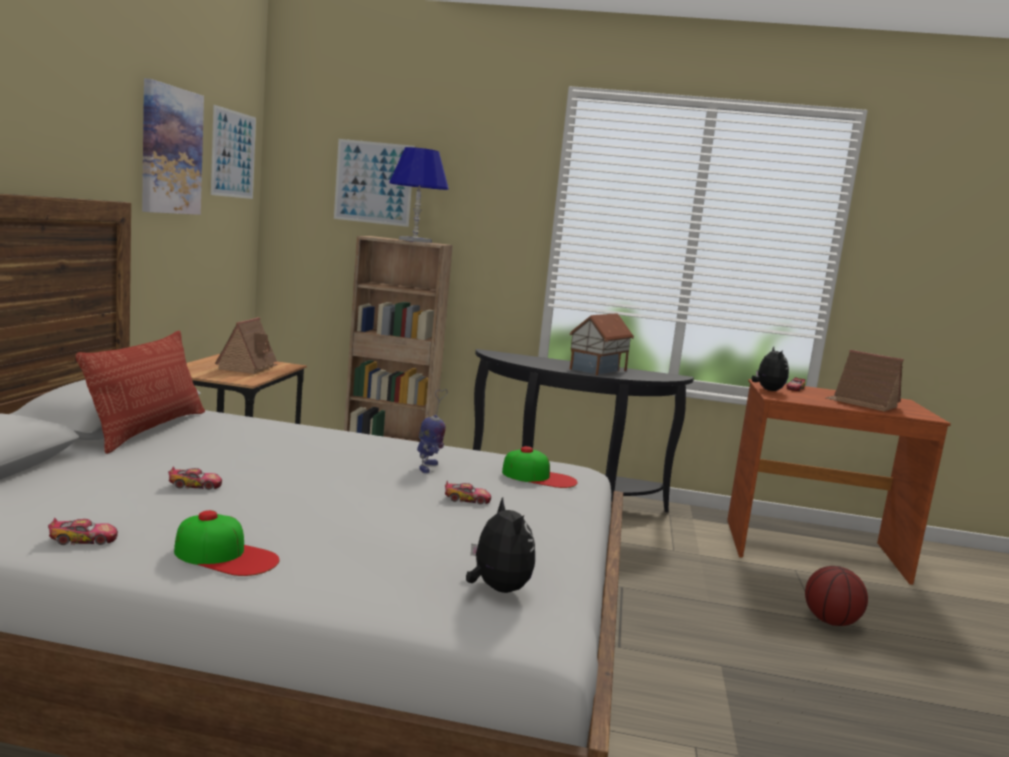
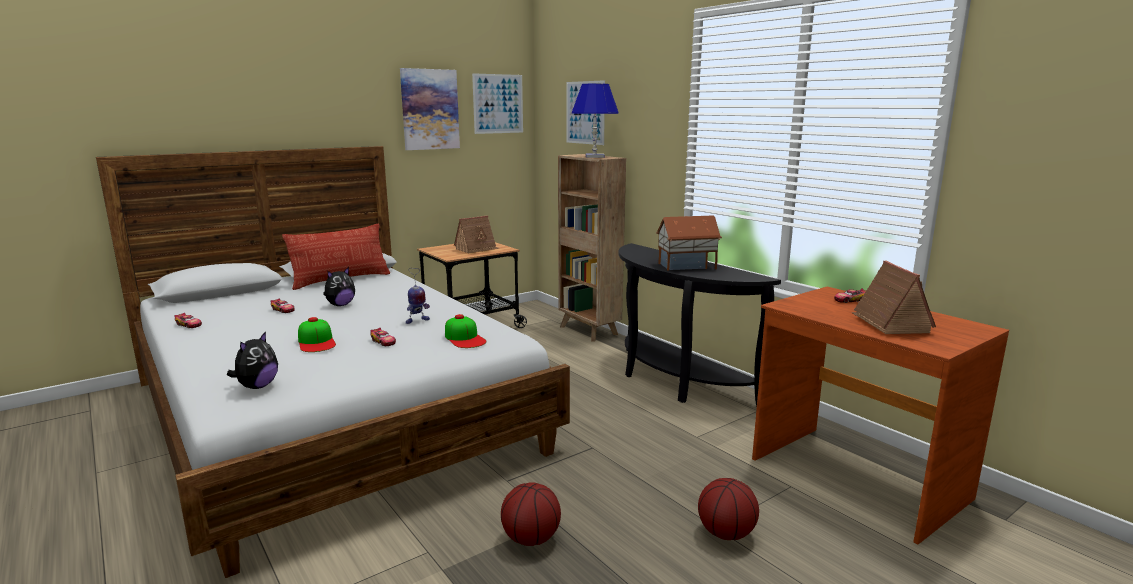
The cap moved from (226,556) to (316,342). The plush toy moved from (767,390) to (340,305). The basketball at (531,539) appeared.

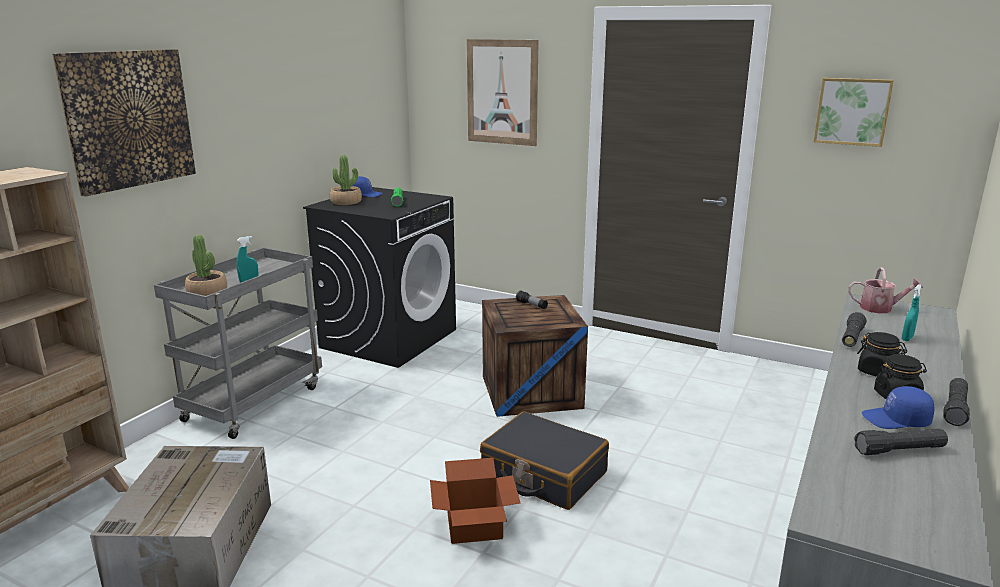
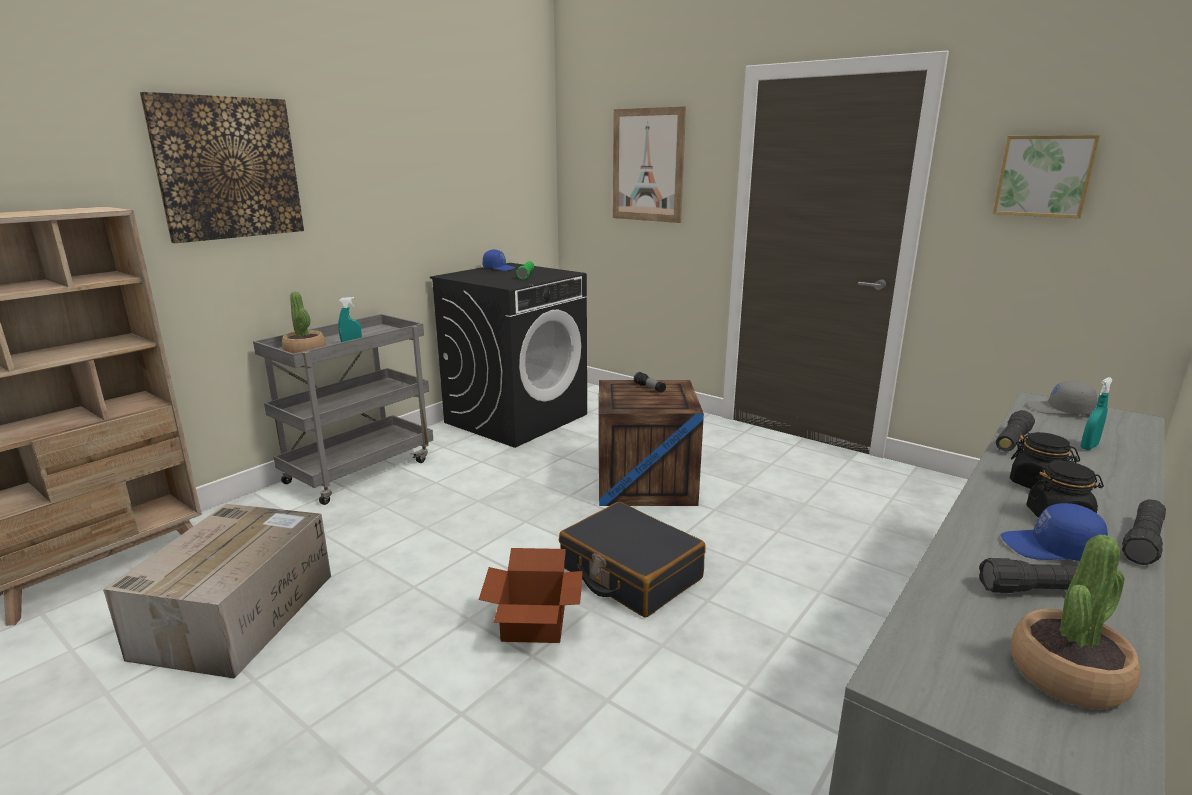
The potted plant moved from (346,202) to (1067,676). The watering can at (880,308) was replaced by the cap in grey at (1059,410).

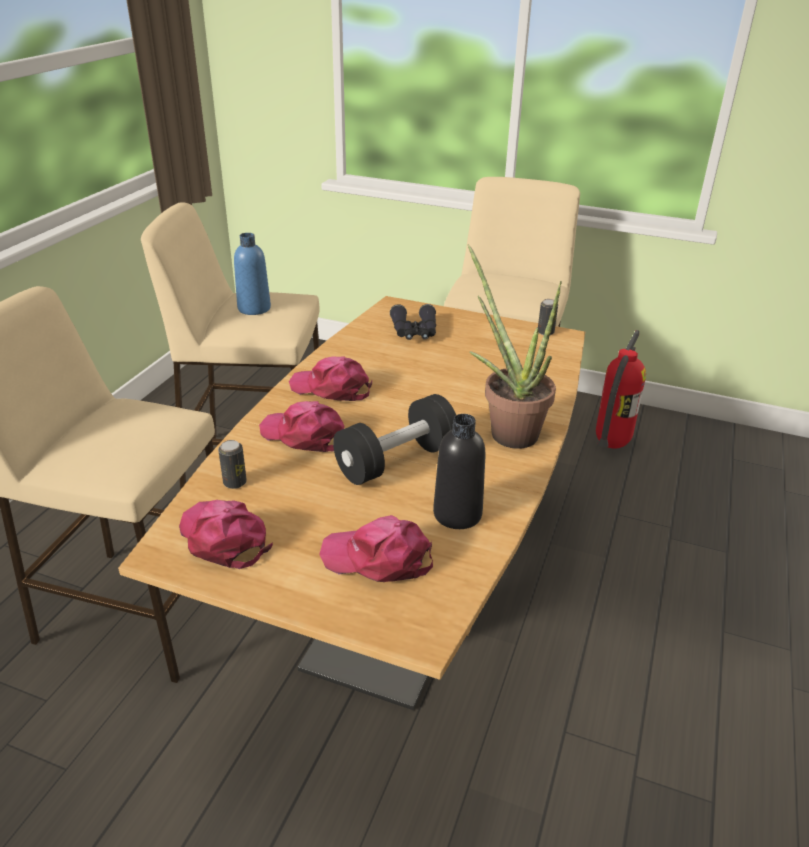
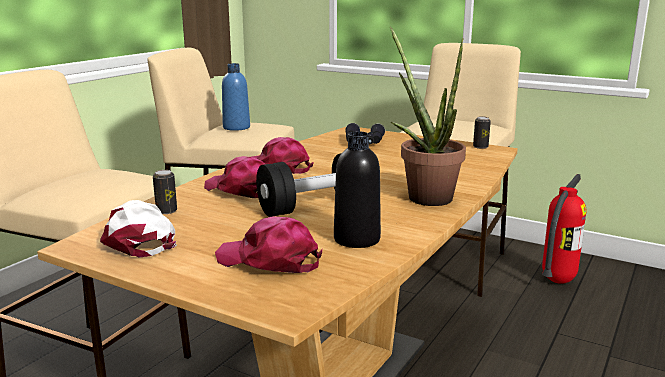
The cap in pink at (224,538) became the cap in white at (138,240).

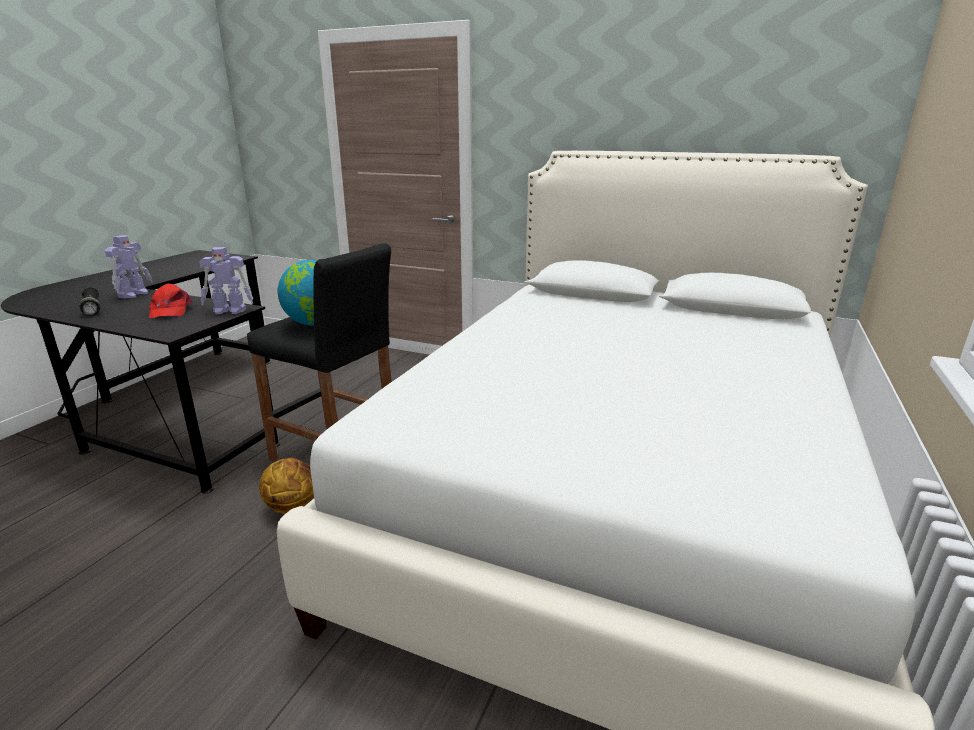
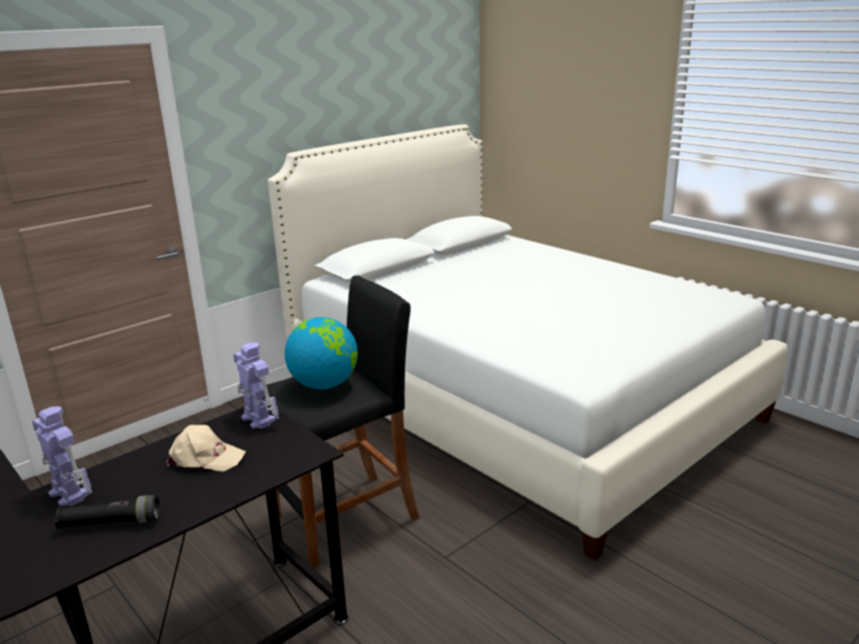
The cap in red at (170,310) became the cap in beige at (205,458). The toy robot at (230,311) turned 60 degrees counterclockwise. The basketball at (292,506) disappeared.

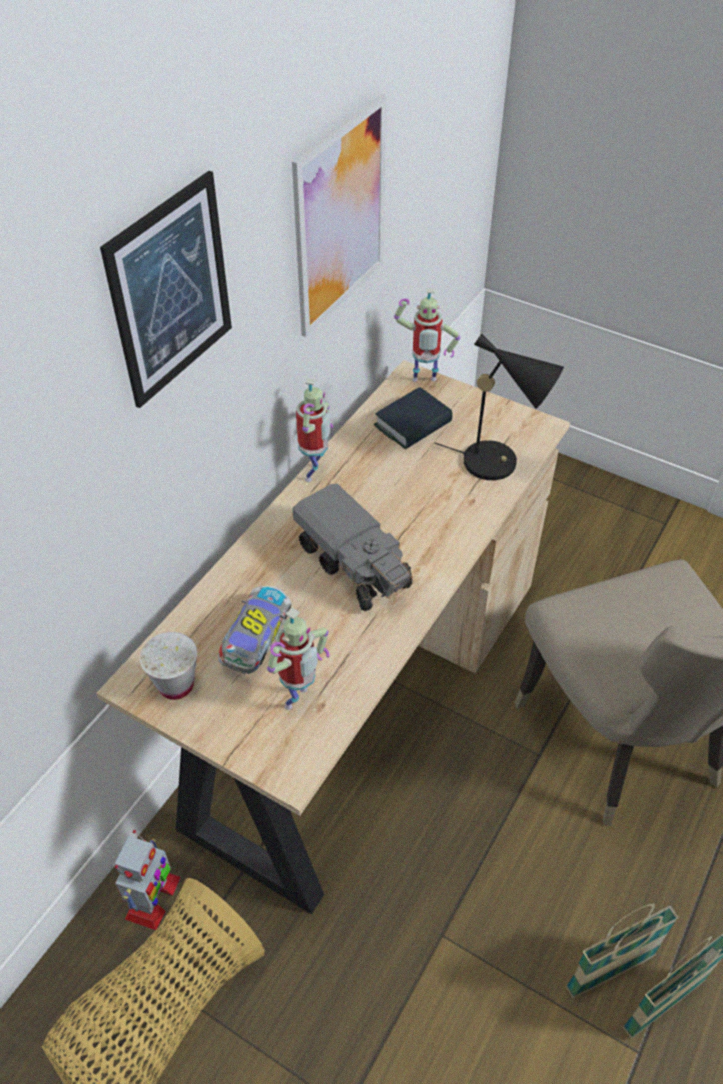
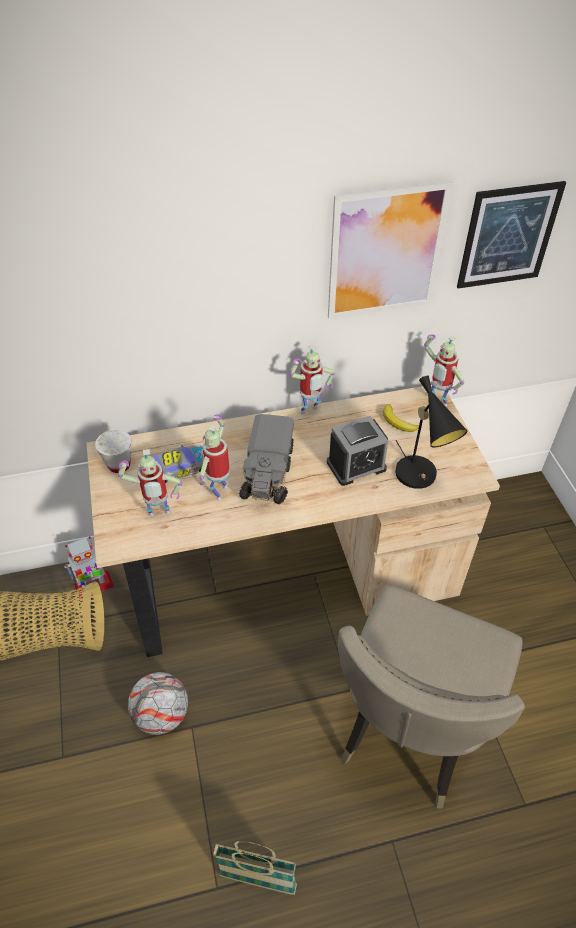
The picture moved from (171,291) to (508,236). The book at (413,424) was replaced by the banana at (398,422). The basket at (609,972) disappeared. The football at (161,714) appeared. The toy robot at (219,491) appeared. The alarm clock at (356,465) appeared.

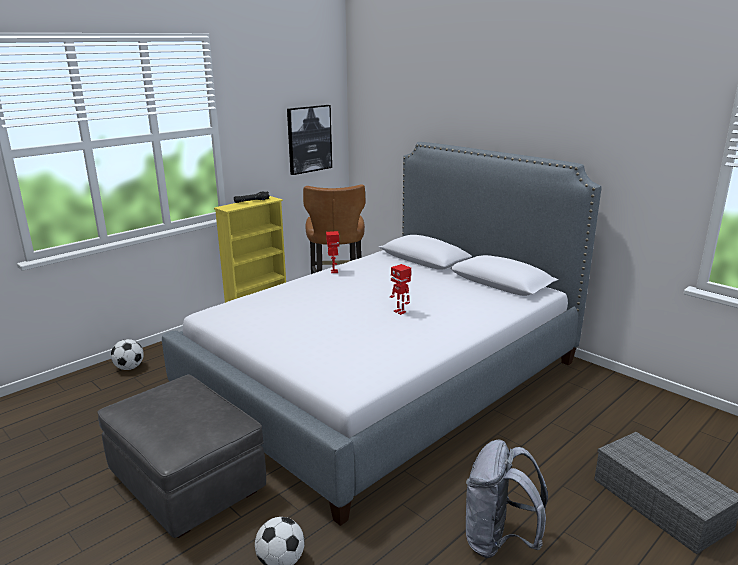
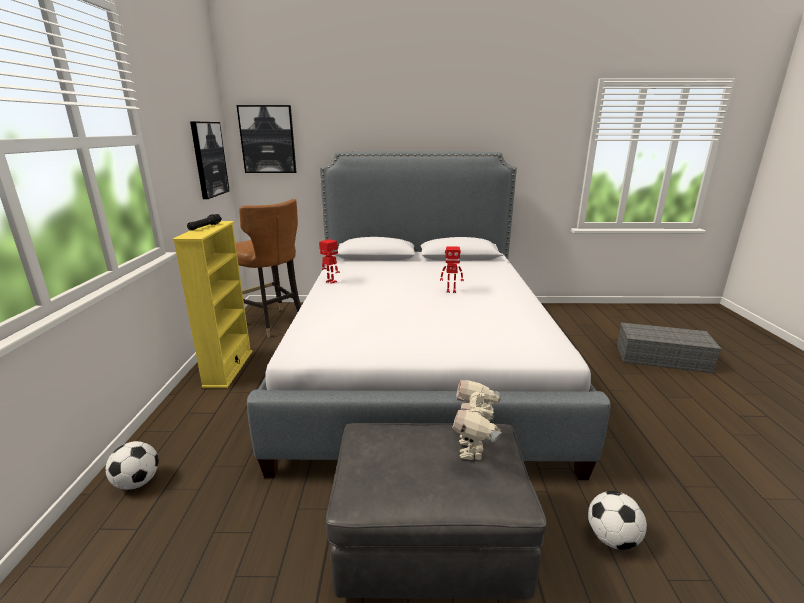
The backpack in grey at (499,541) disappeared. The picture at (268,139) appeared. The toy robot at (473,449) appeared.

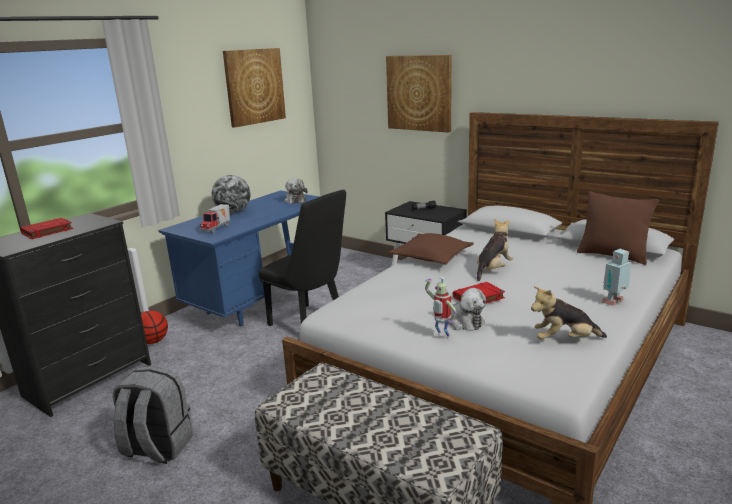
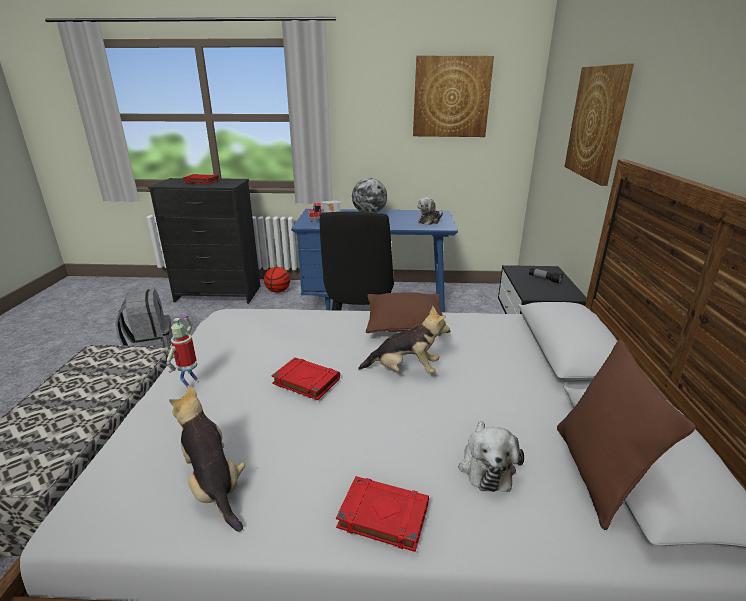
The plush toy moved from (461,322) to (486,465). The toy robot at (614,302) was replaced by the book in red at (382,516).

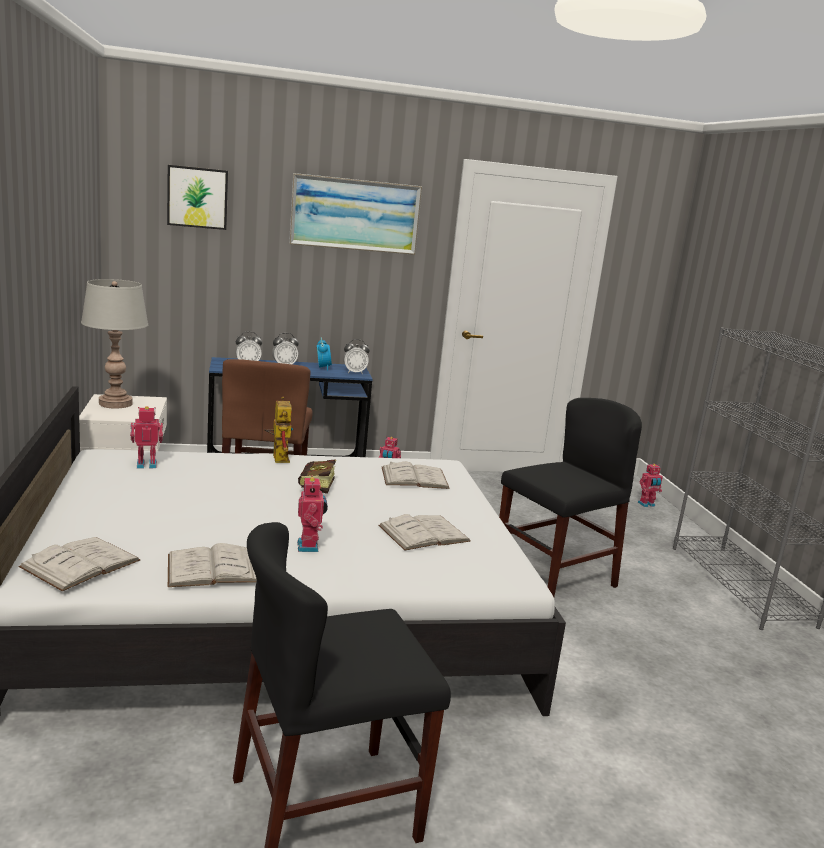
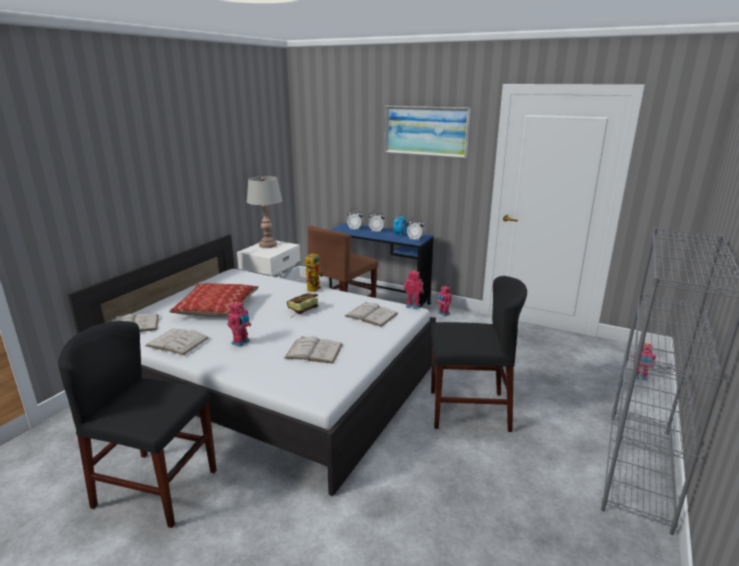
The toy robot moved from (146,464) to (413,306). The picture at (197,197) disappeared. The pillow at (217,308) appeared.

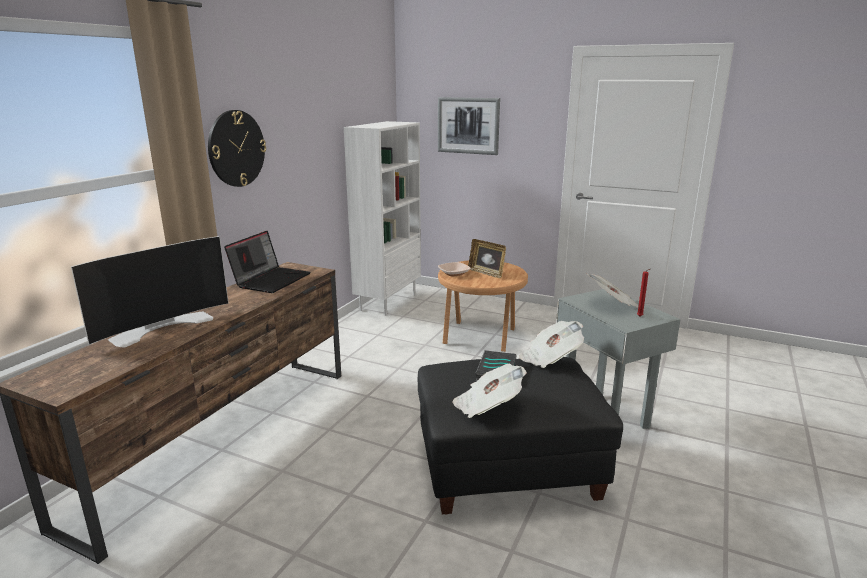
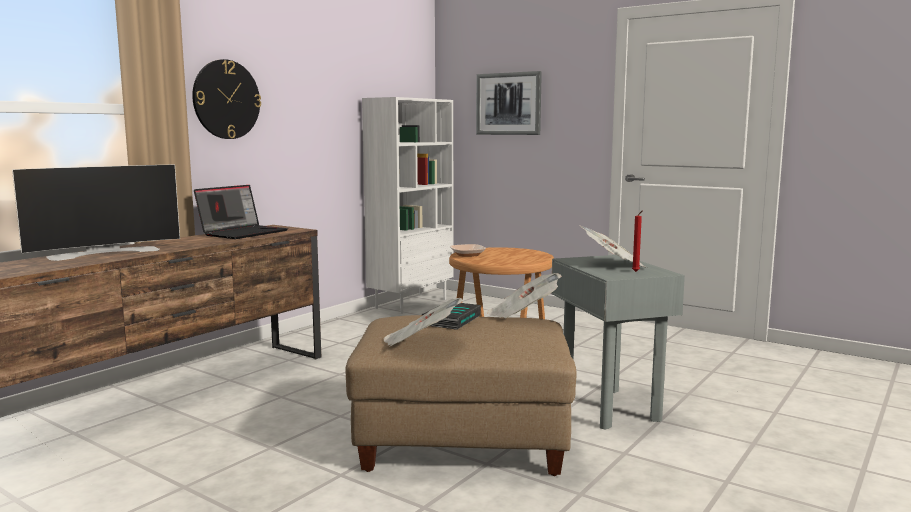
The ottoman in black at (508,468) became the ottoman in beige at (464,441). The picture frame at (486,273) disappeared.

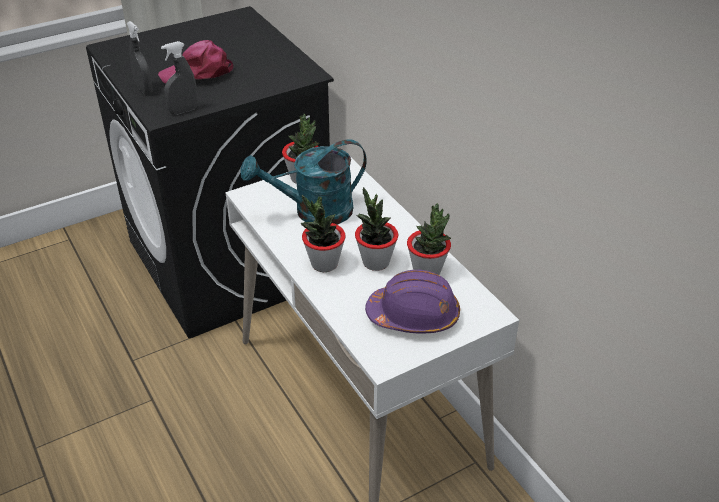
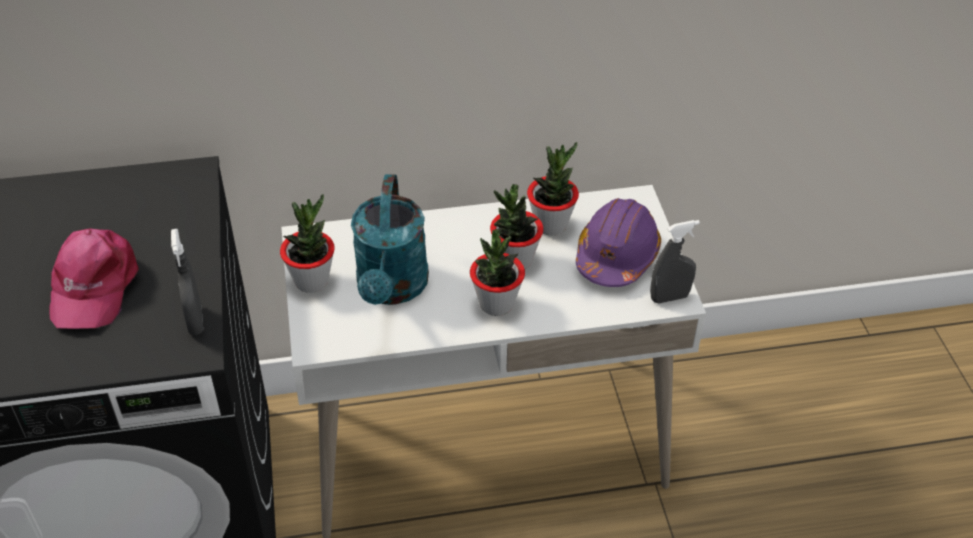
The spray bottle in grey moved from (144,90) to (669,297).

